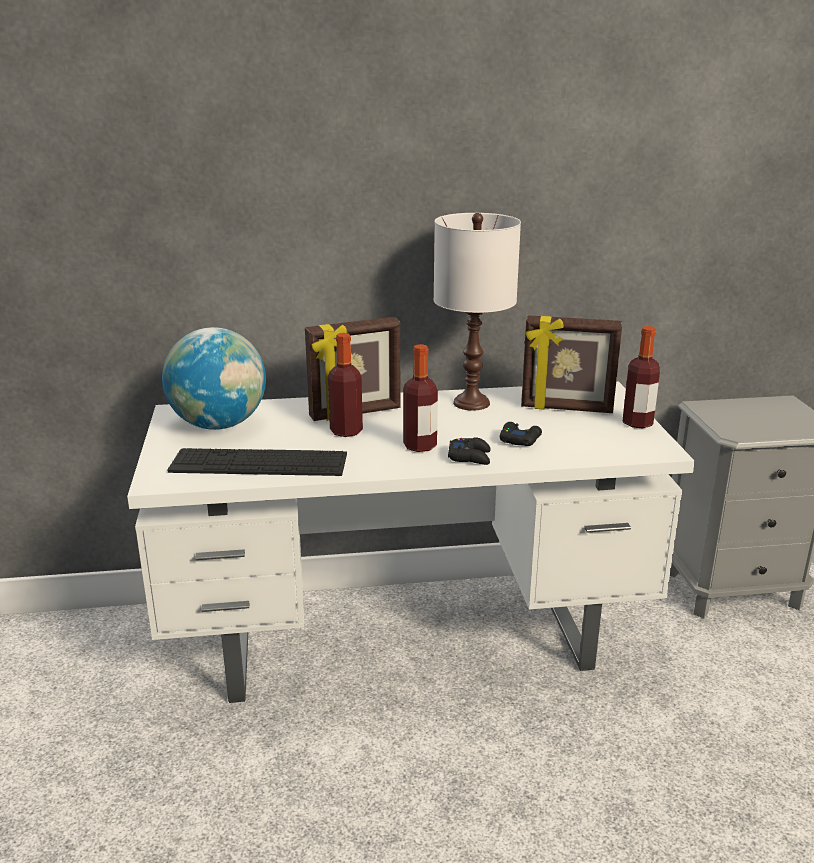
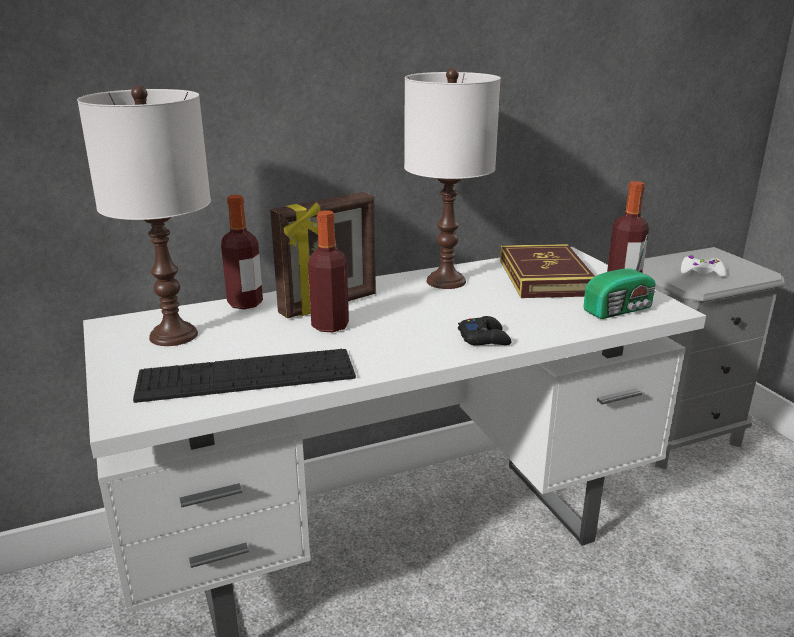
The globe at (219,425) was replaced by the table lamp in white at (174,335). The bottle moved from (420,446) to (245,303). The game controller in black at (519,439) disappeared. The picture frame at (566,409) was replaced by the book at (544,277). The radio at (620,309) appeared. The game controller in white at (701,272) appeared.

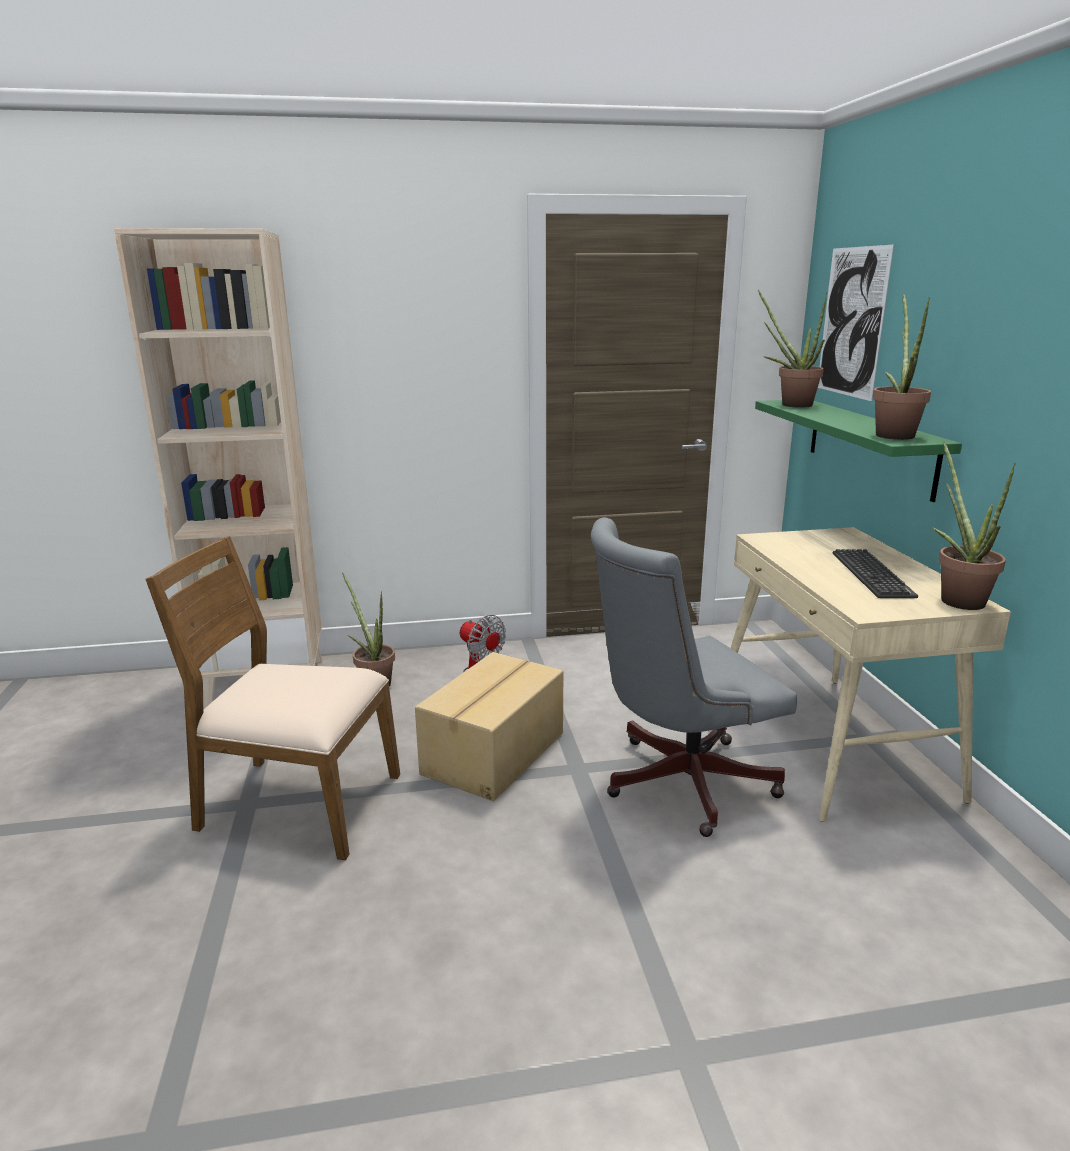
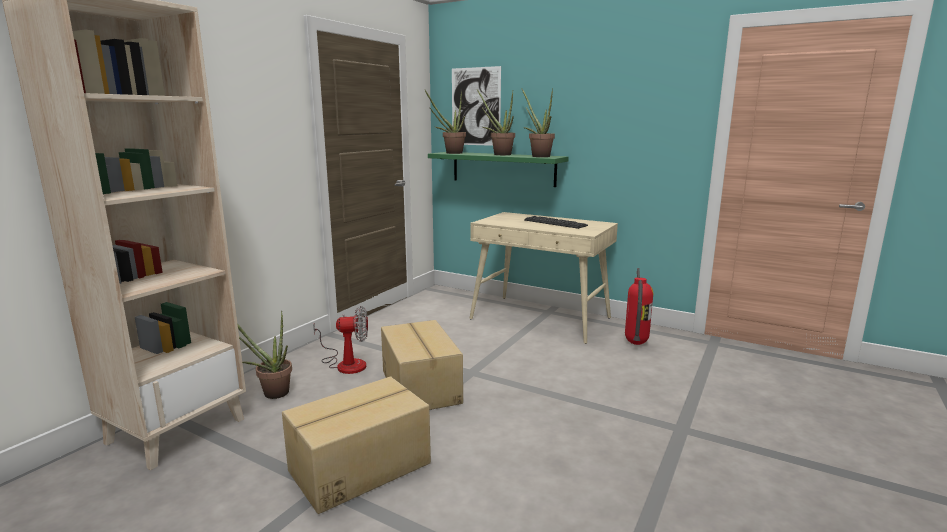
The chair in brown at (298,803) was replaced by the cardboard box at (359,466). The office chair in grey at (677,782) disappeared. The potted plant moved from (956,598) to (499,154). The fire extinguisher at (635,343) appeared.

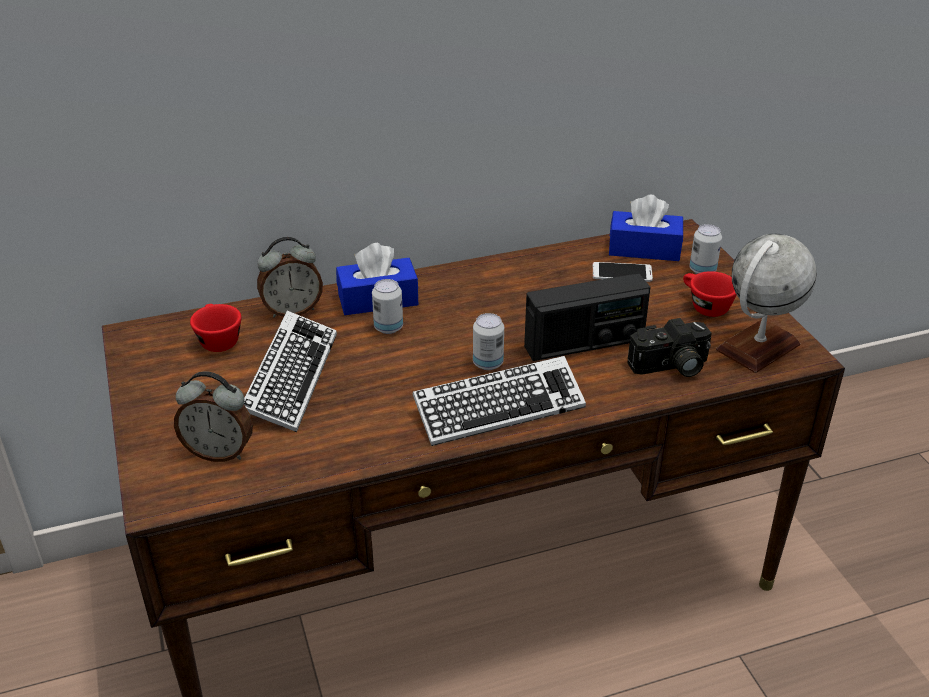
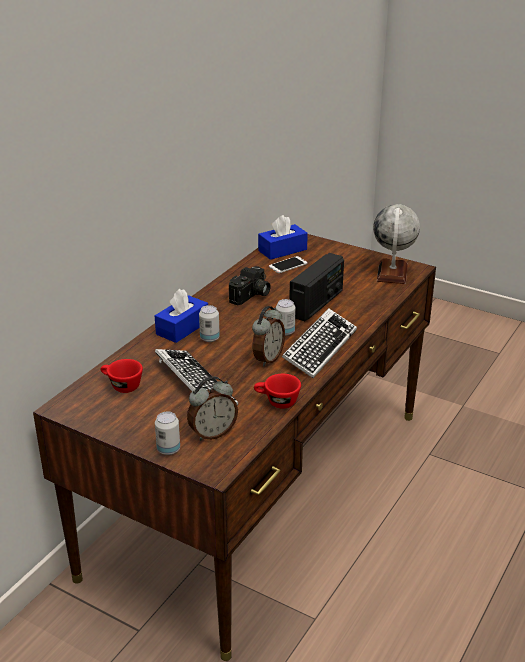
The alarm clock moved from (292,310) to (267,358). The photo camera moved from (670,367) to (251,296). The cup in red moved from (704,306) to (277,402). The can moved from (702,270) to (168,449).

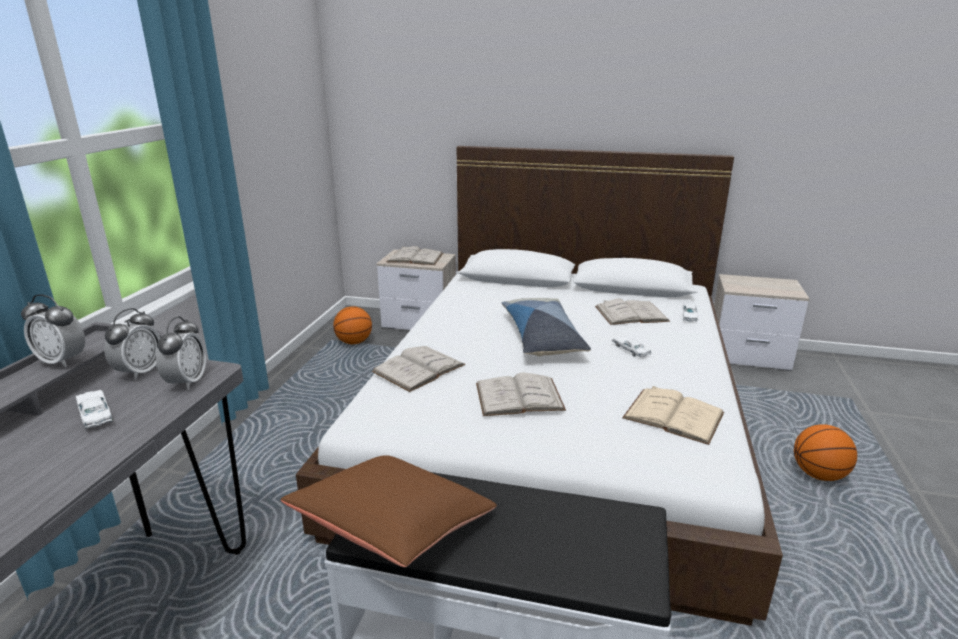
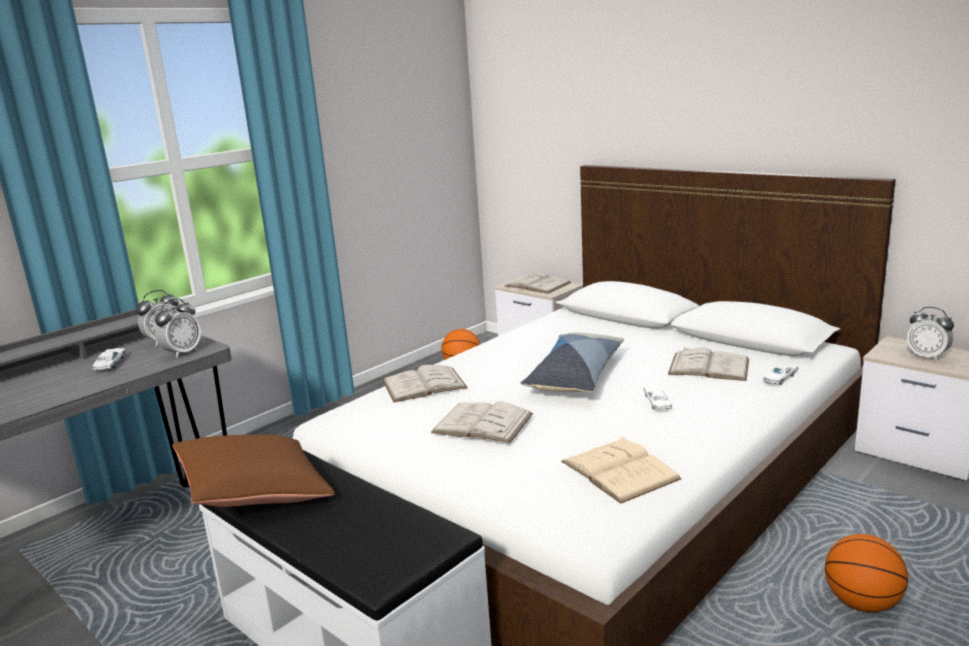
The alarm clock moved from (62,361) to (927,356).

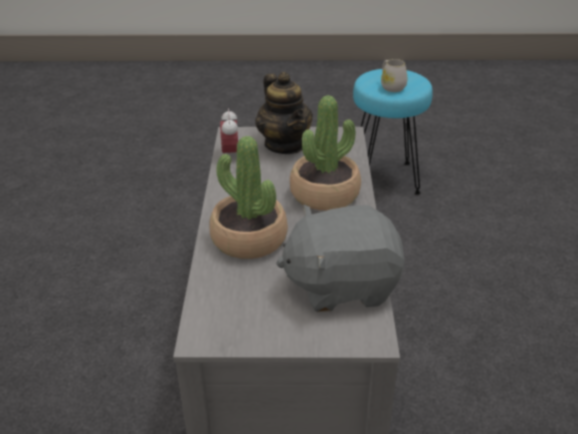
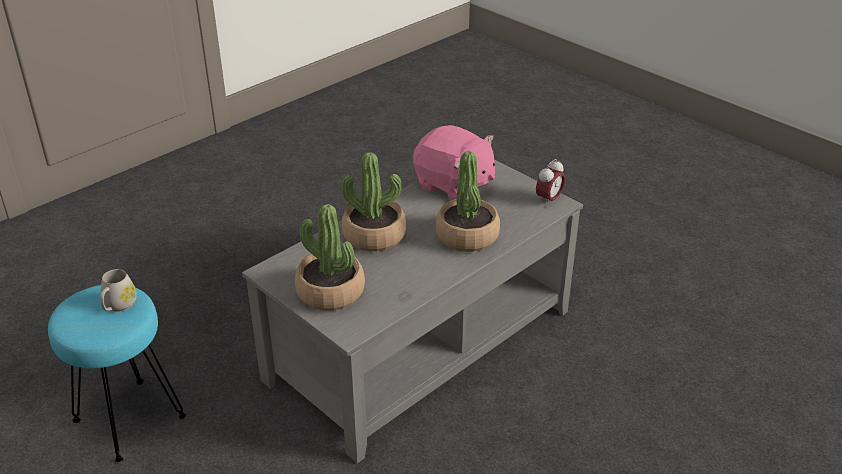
The alarm clock moved from (230,154) to (549,200). The teapot at (284,145) was replaced by the potted plant at (330,292). The plush toy in grey at (341,284) became the plush toy in pink at (454,185).

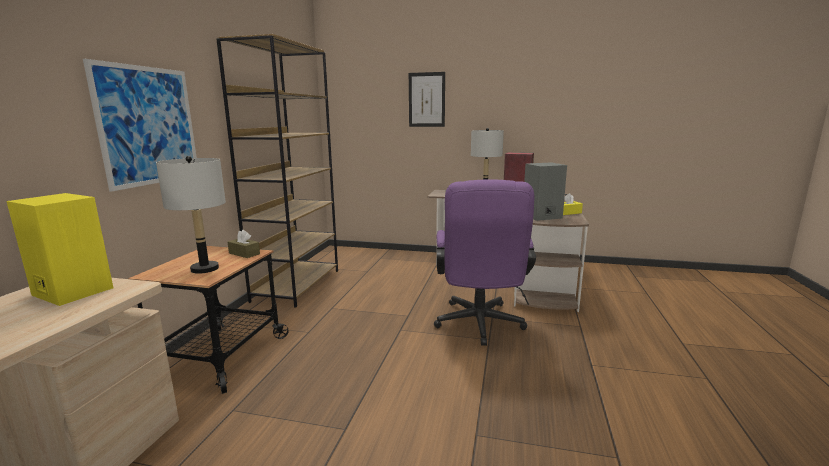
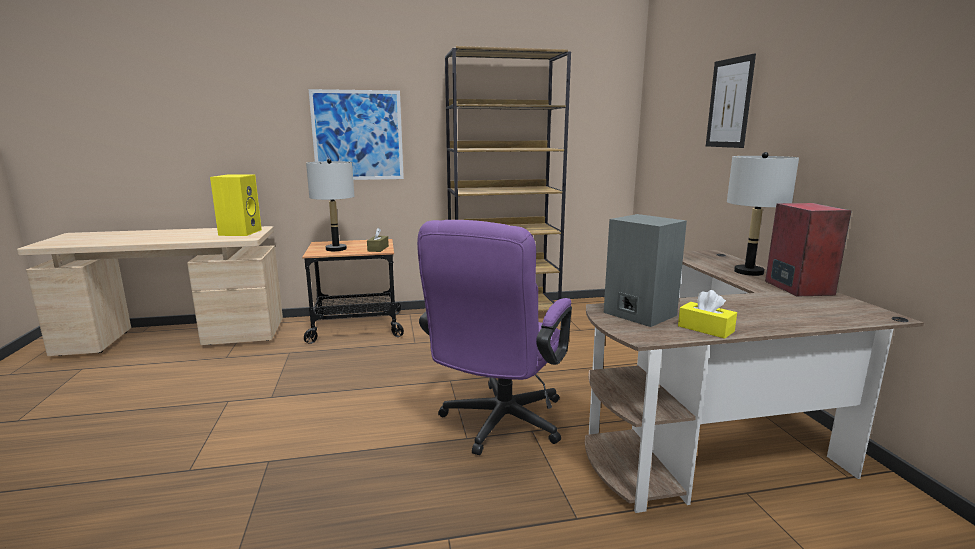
The office chair in purple at (479,326) turned 45 degrees counterclockwise.

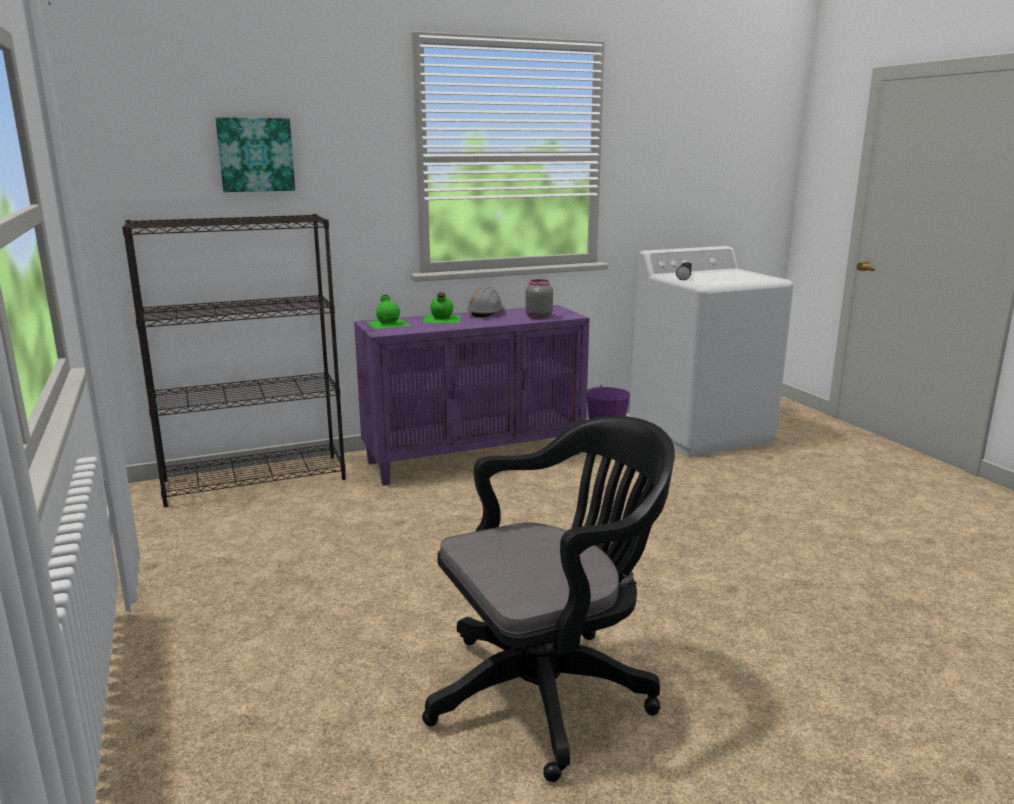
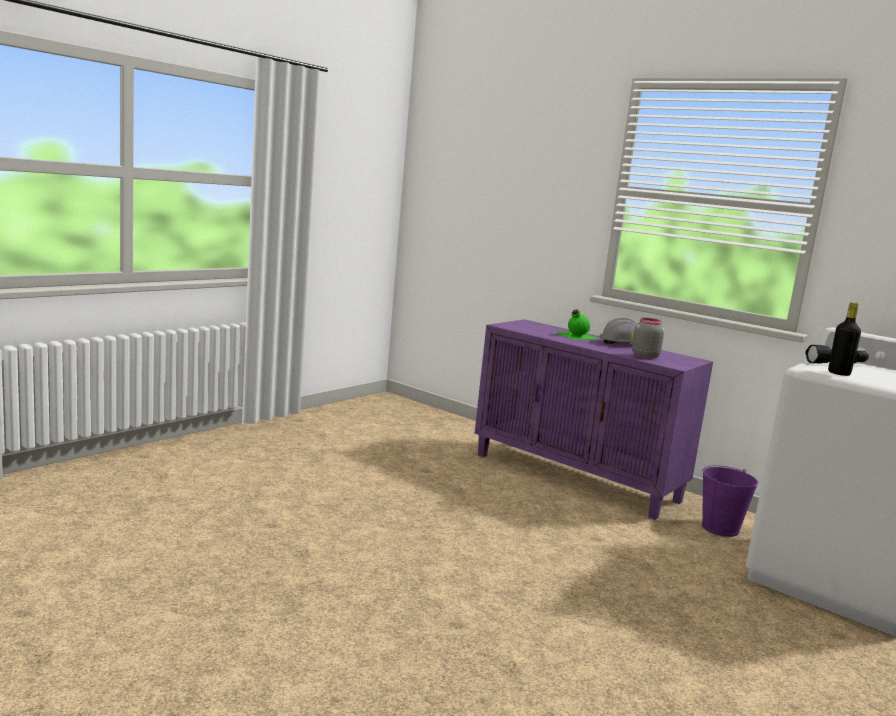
The bookcase in black at (256,480) disappeared. The picture at (255,155) disappeared. The bottle in green at (388,323) disappeared. The office chair in black at (550,691) disappeared. The bottle in black at (839,373) appeared.

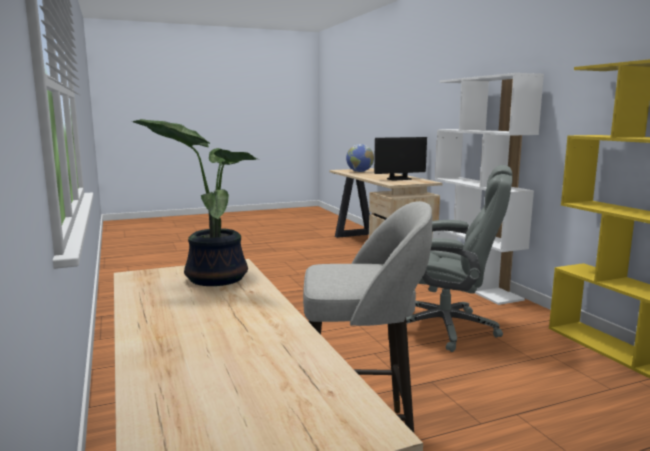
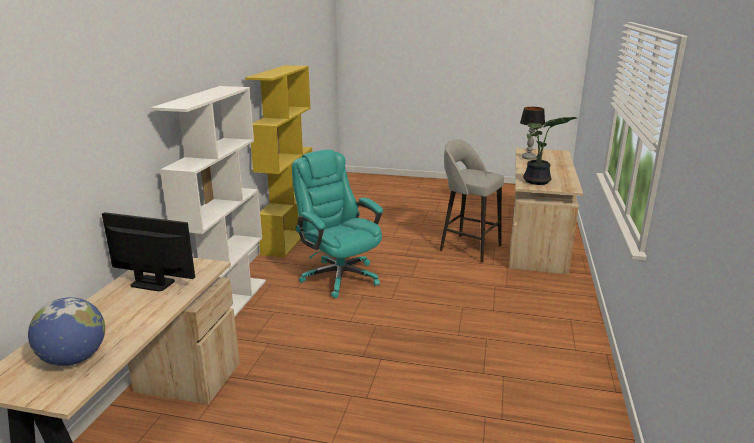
The office chair in grey at (448,328) became the office chair in turquoise at (339,276). The table lamp at (529,158) appeared.

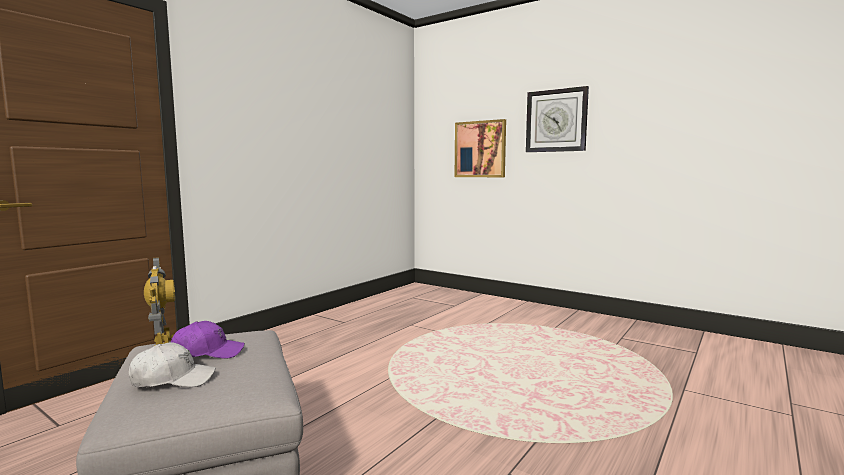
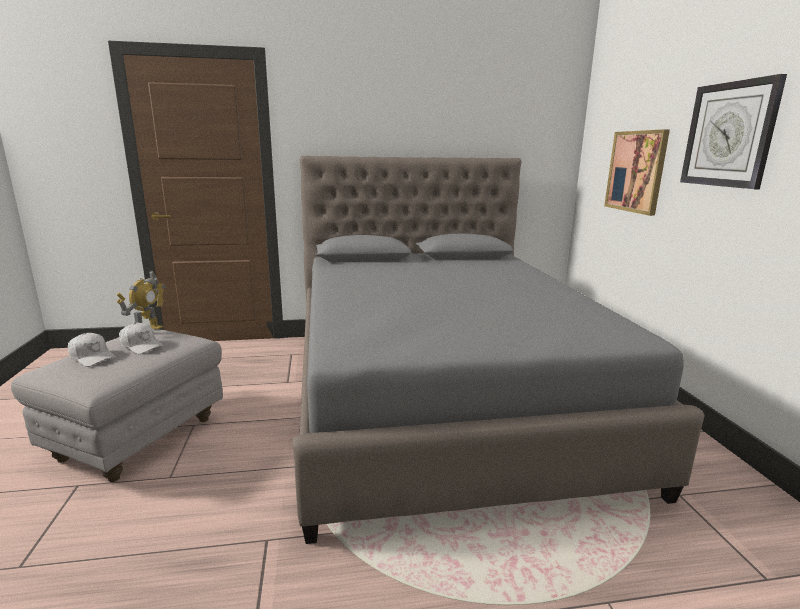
The cap in purple at (208,352) became the cap in white at (141,345). The bed in grey at (441,396) appeared.

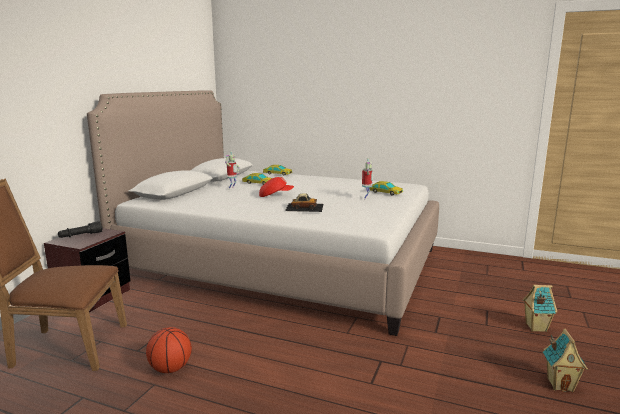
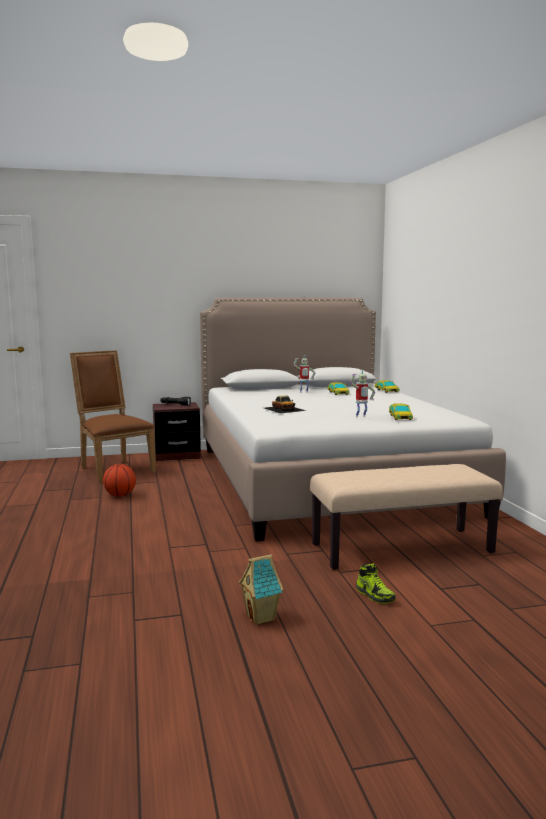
The cap in red at (275,195) disappeared. The toy house at (535,327) was replaced by the shoe at (375,595). The bench in beige at (402,548) appeared.

